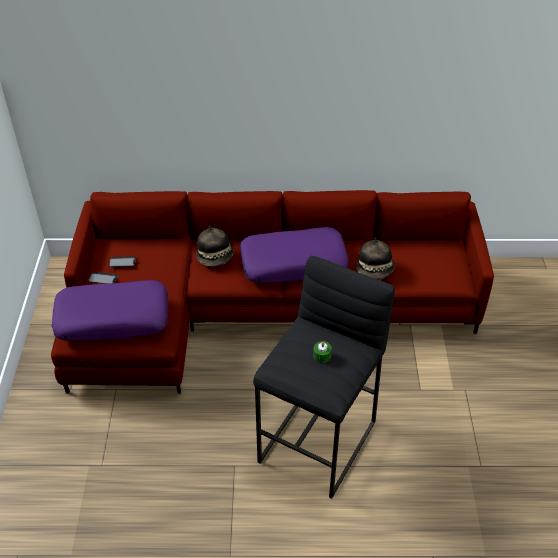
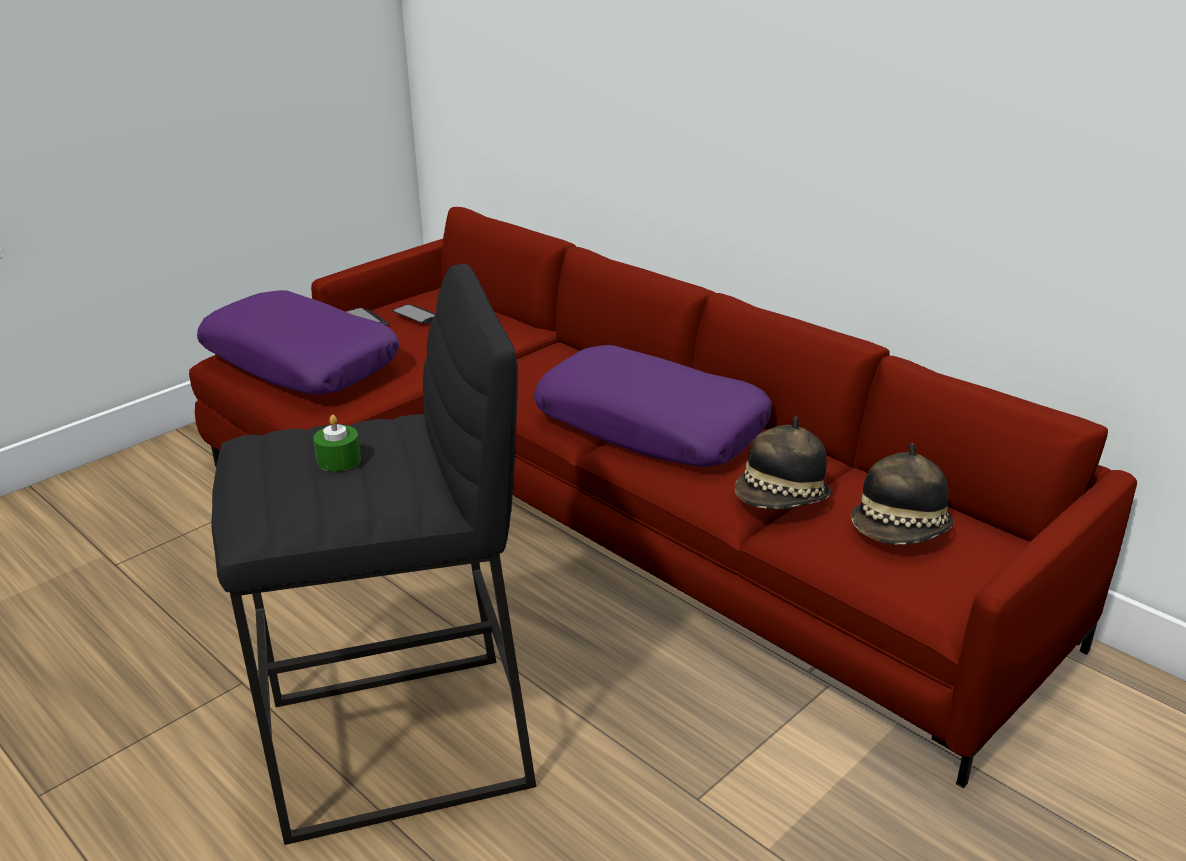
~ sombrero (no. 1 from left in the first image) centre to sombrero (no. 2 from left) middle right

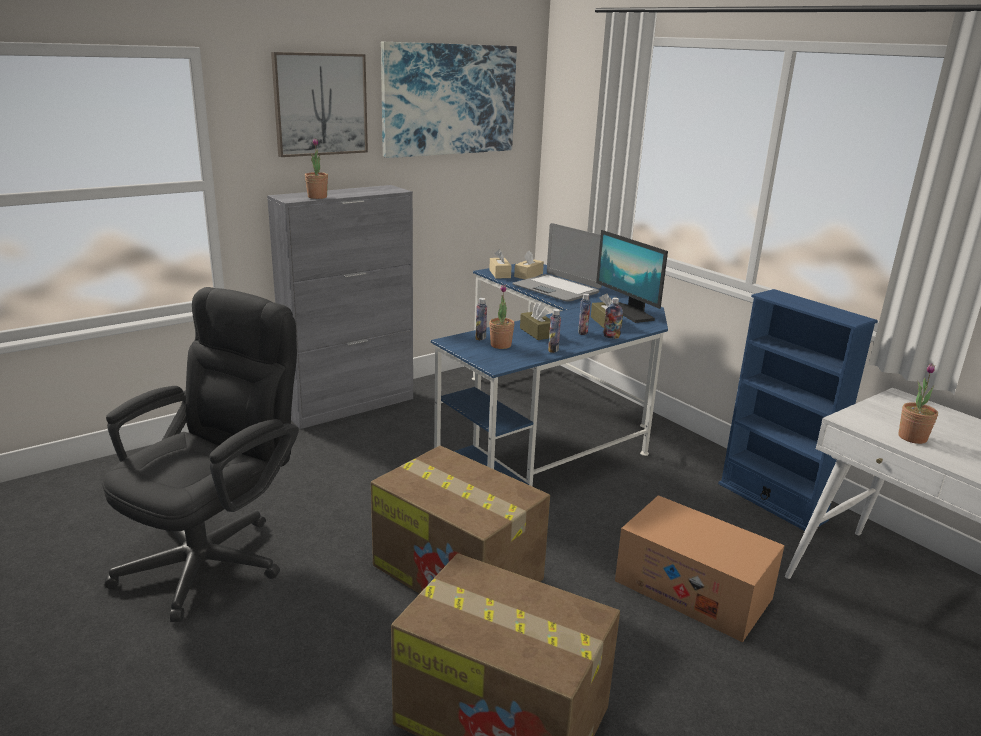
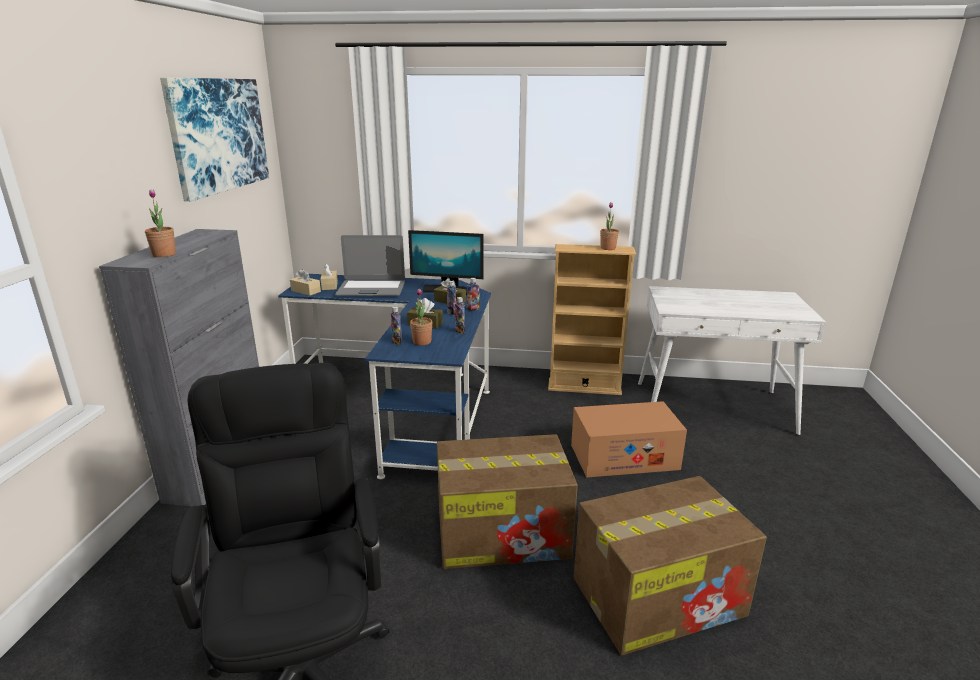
- cuadro (no. 1 from left) top left
~ estantería [azul] middle right to estantería [beis] centre
~ planta en maceta (no. 3 from left) middle right to top centre

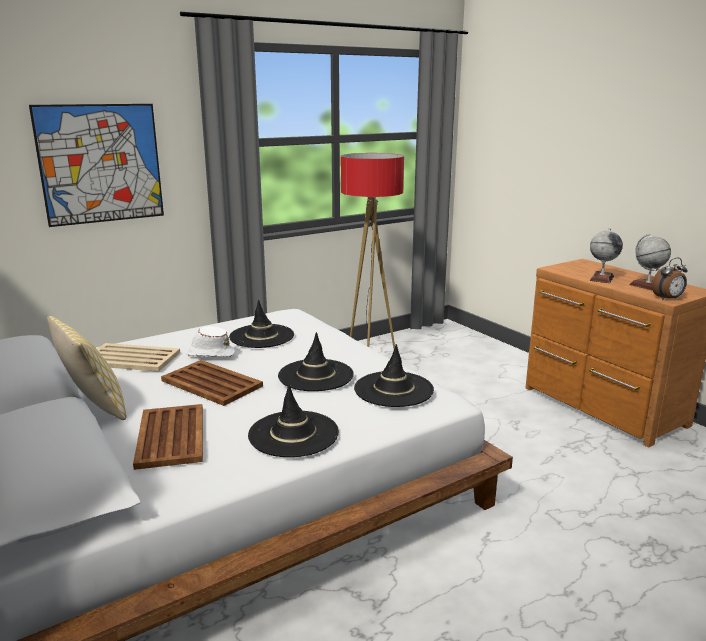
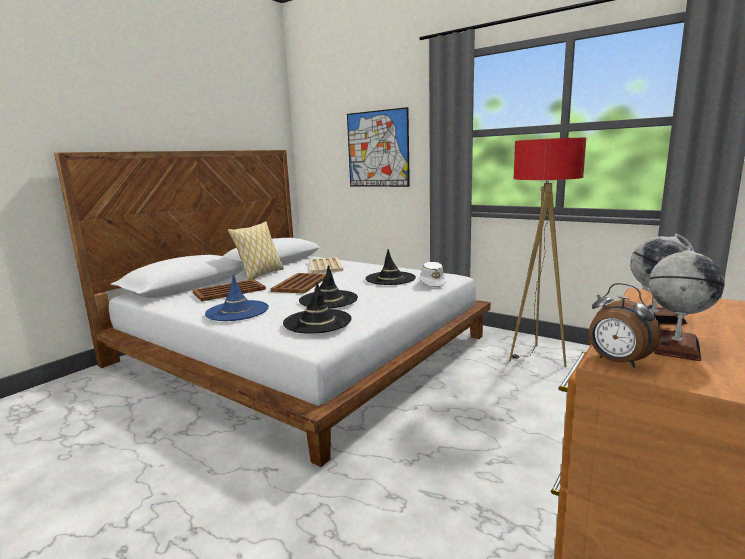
~ sombrero [blanco] middle left to centre
~ sombrero [negro] (no. 2 from left) centre to sombrero [azul] middle left

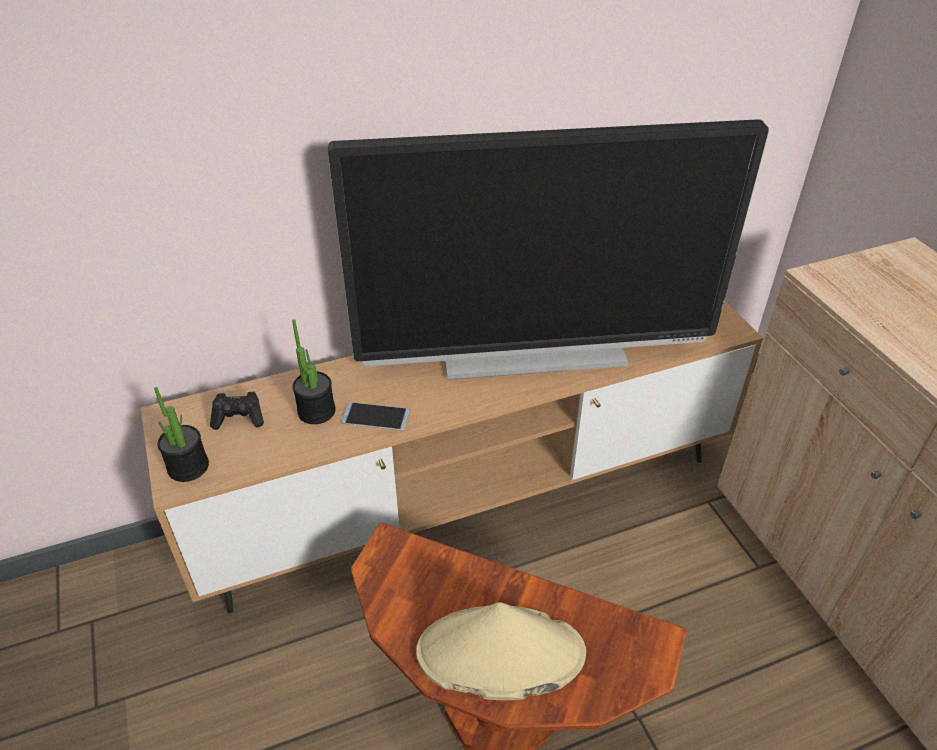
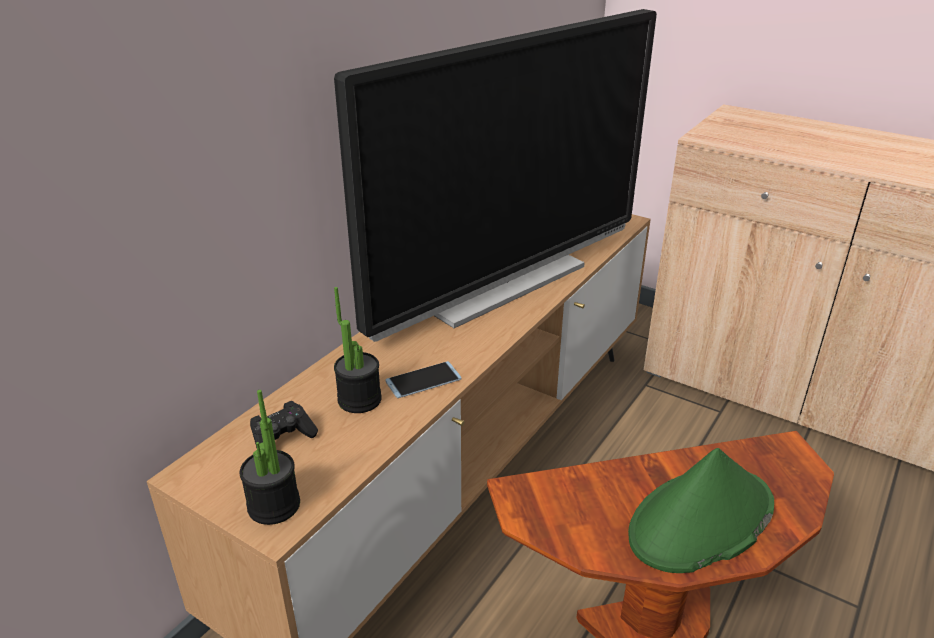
~ sombrero [beis] bottom centre to sombrero [verde] bottom right

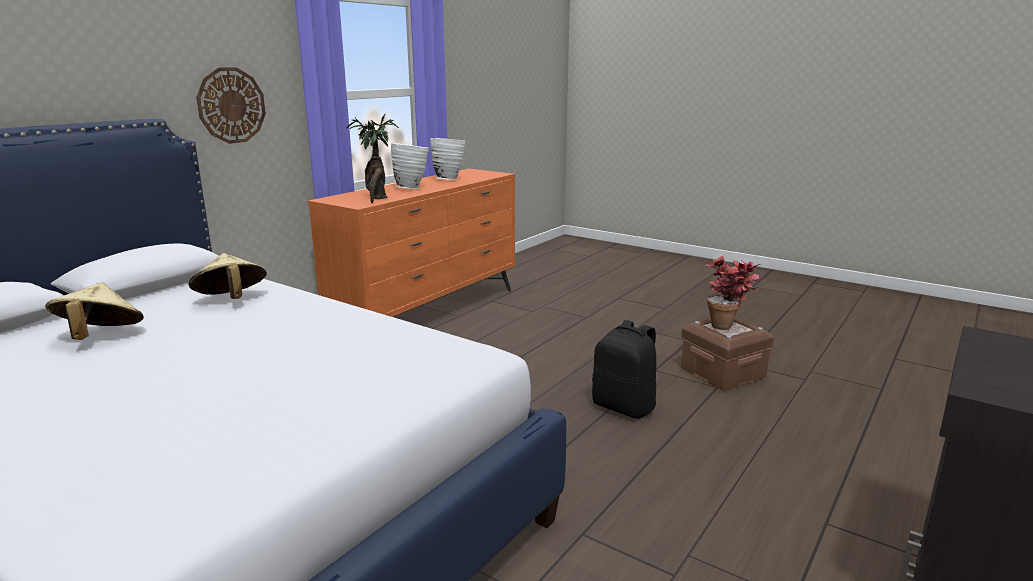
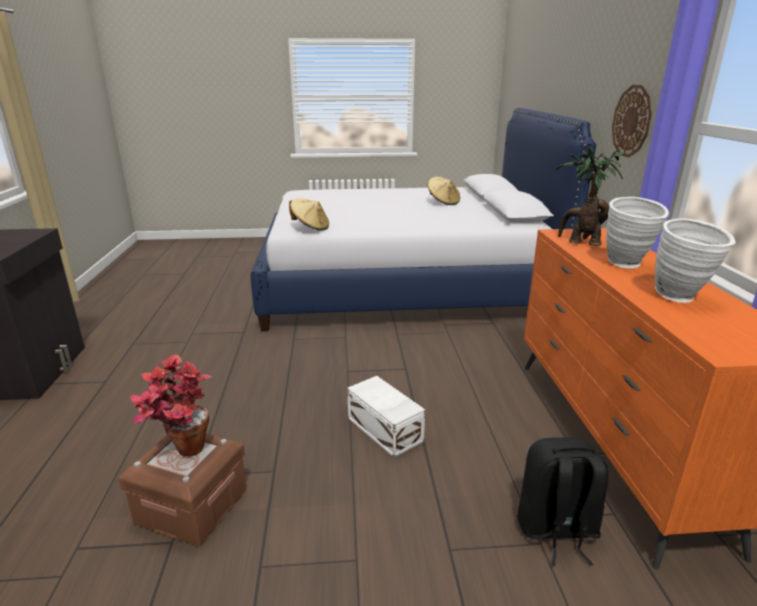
~ sombrero [beis] (no. 2 from left in the first image) middle left to sombrero [beis] (no. 1 from left) centre
~ mochila [negro] centre to bottom right
+ caja de almacenaje [blanco] bottom centre

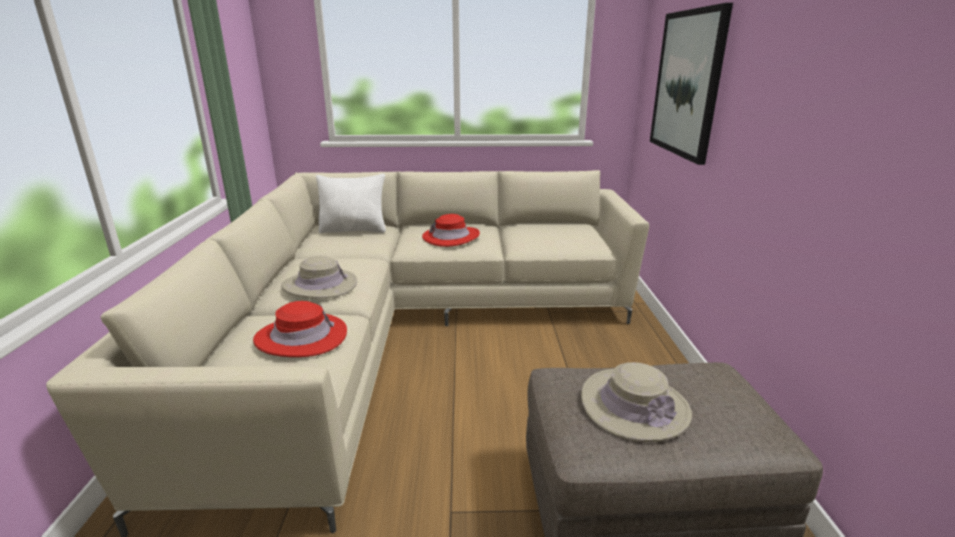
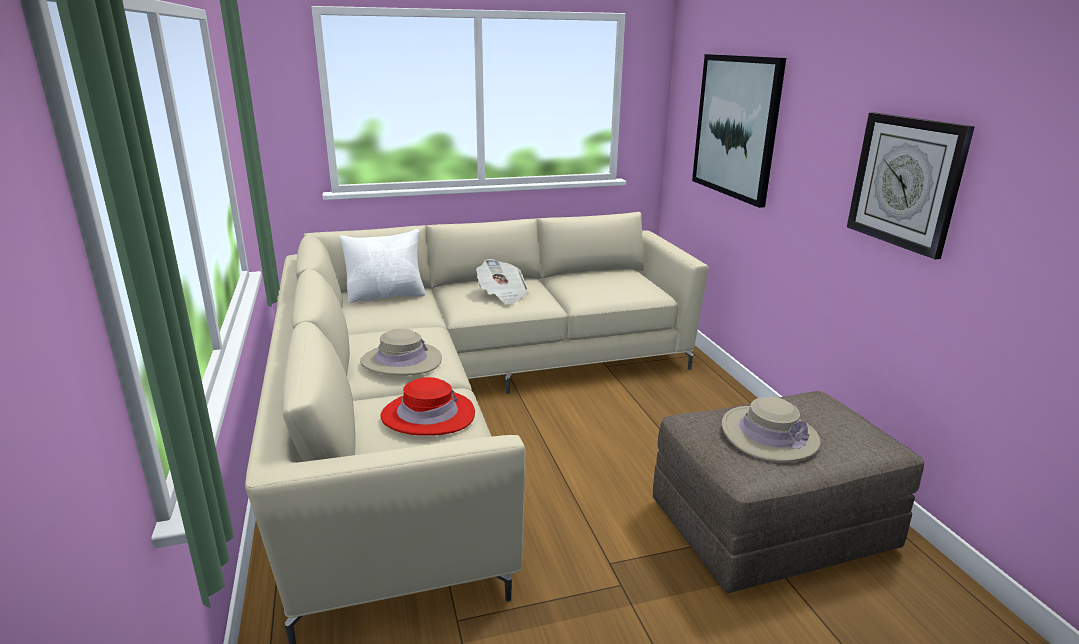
~ sombrero [rojo] (no. 2 from left) centre to periódico centre
+ reloj de pared top right

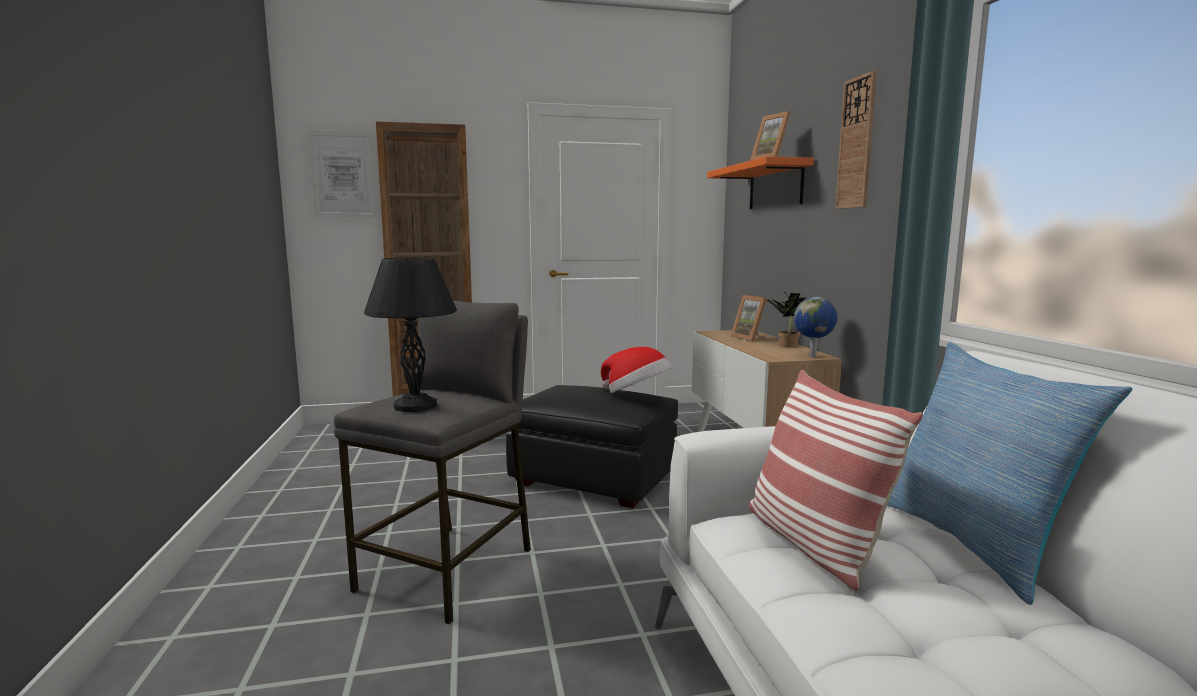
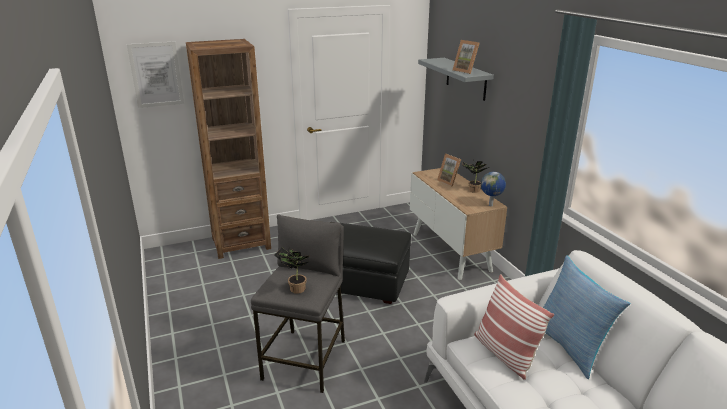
- reloj de pared top right
~ estante [naranja] top centre to estante [gris] top centre
~ lámpara de mesa [negro] centre to planta en maceta (no. 1 from left) centre
- sombrero centre

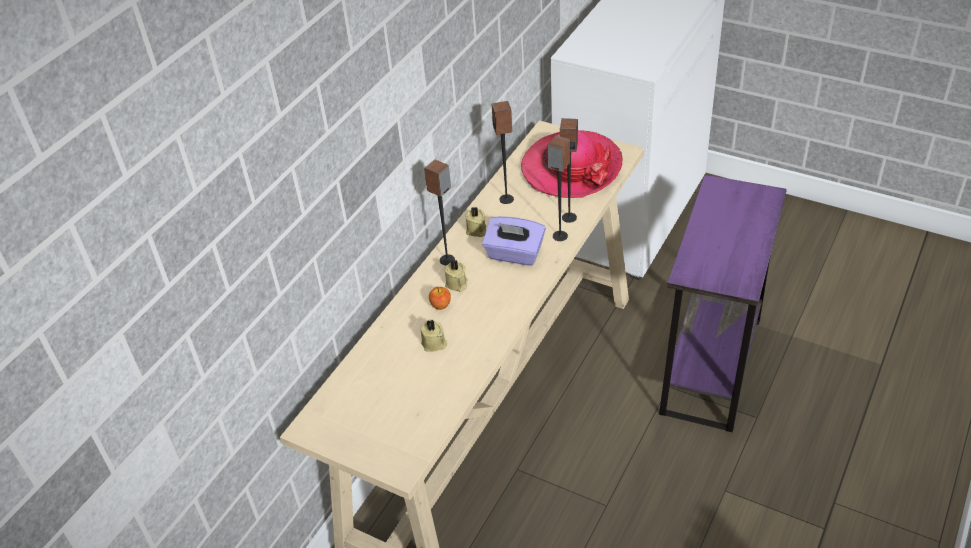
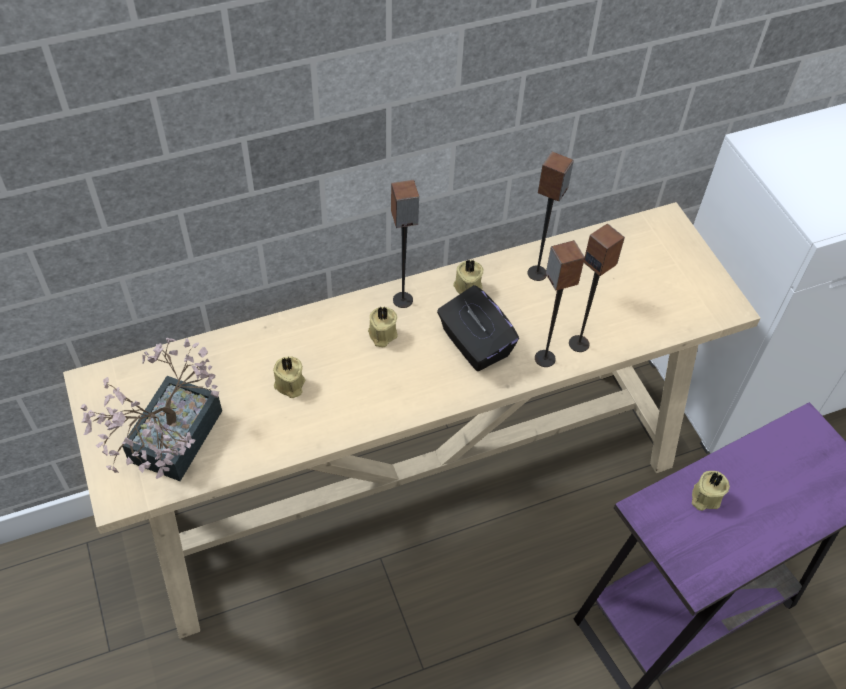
- sombrero top centre
~ caja de pañuelos [morado] centre to caja de pañuelos [negro] centre
- manzana centre
+ planta en maceta middle left
+ vela [beis] (no. 4 from left) bottom right

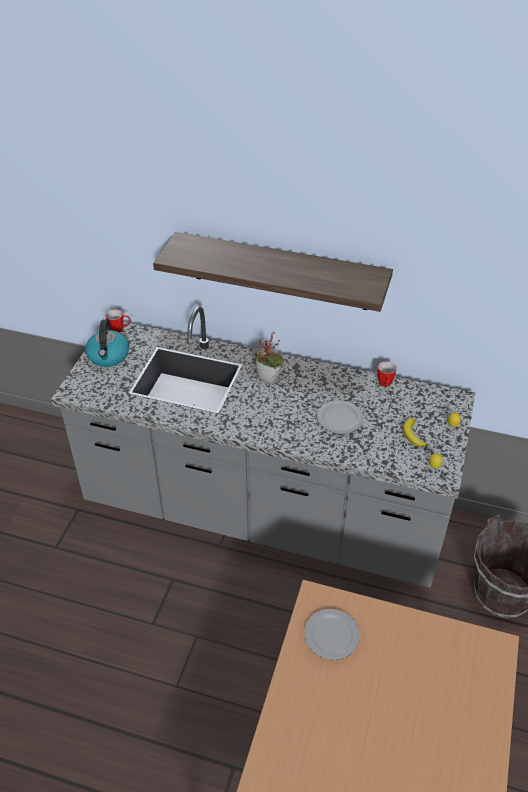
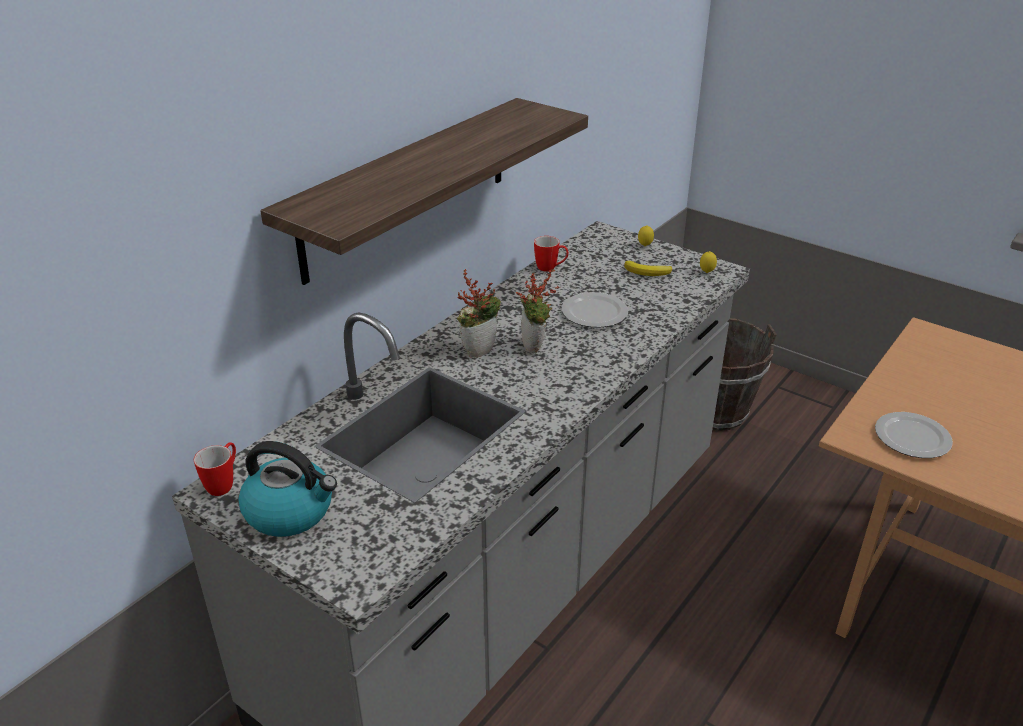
+ planta en maceta (no. 2 from left) centre

